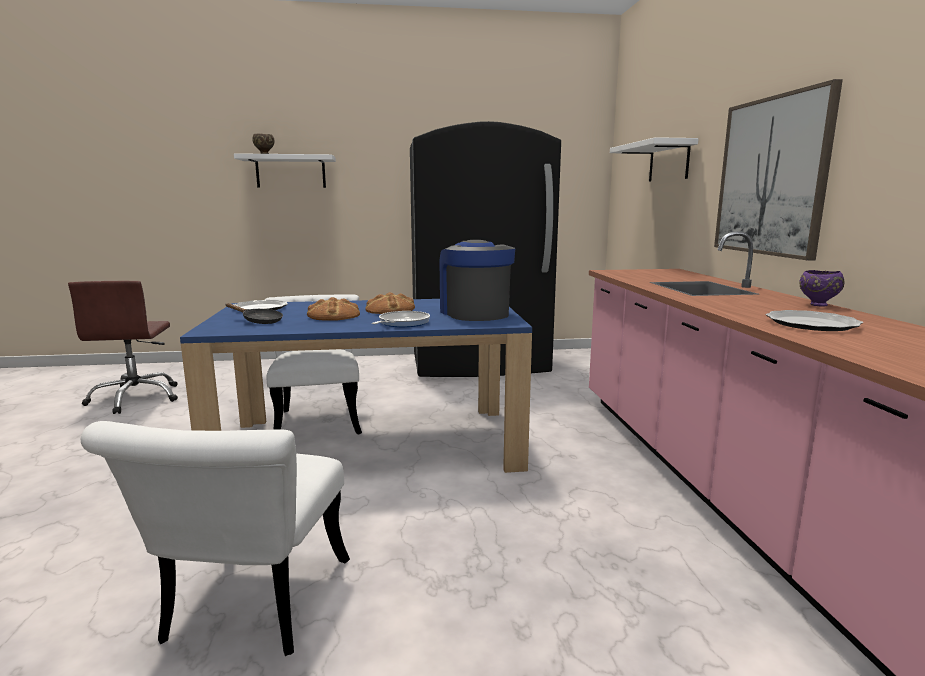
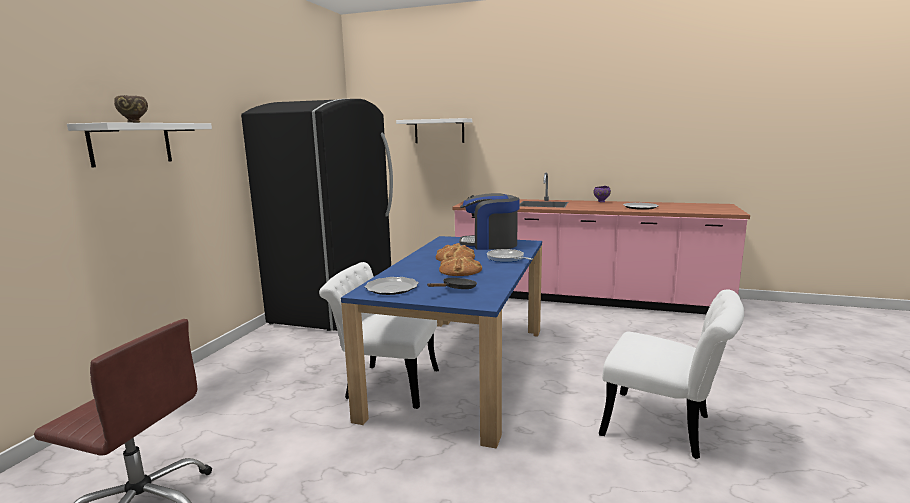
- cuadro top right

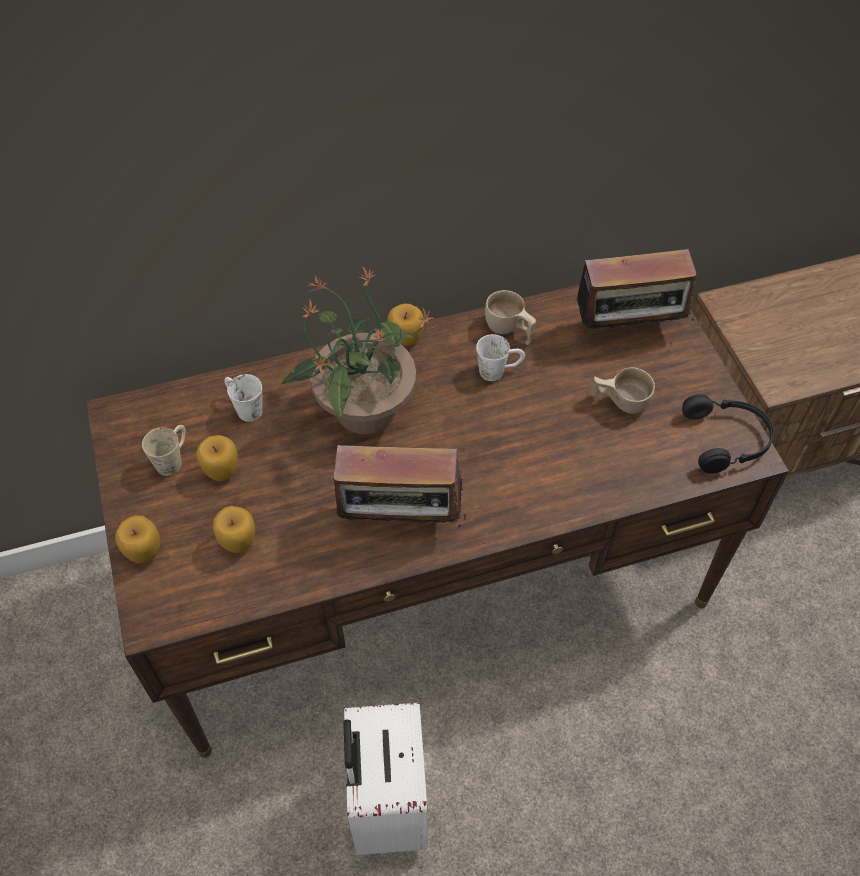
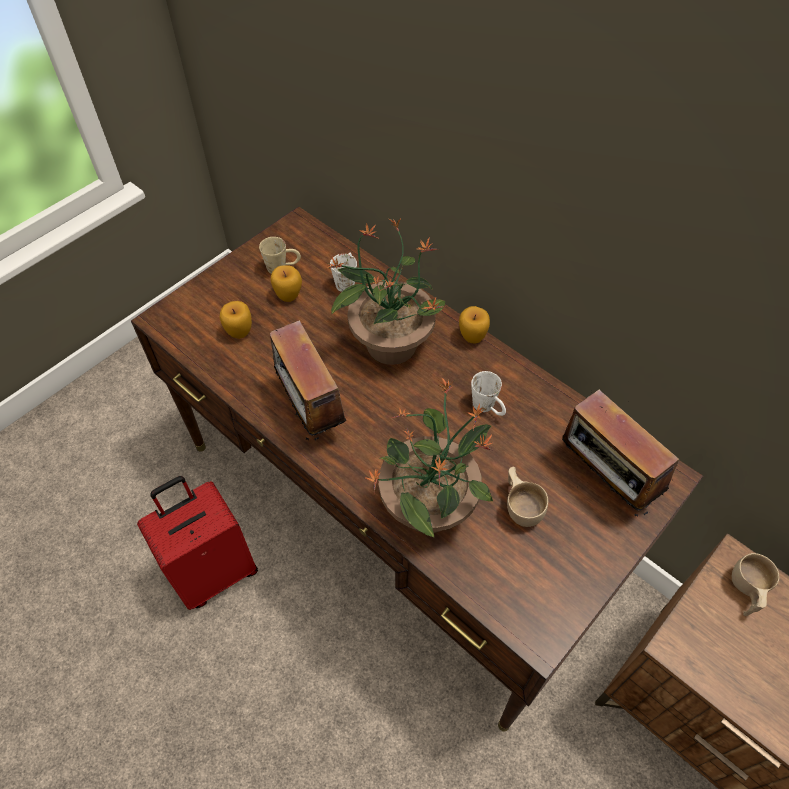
~ taza [beis] (no. 1 from left in the first image) centre to taza [beis] (no. 2 from left) bottom right
- auriculares [negro] middle right
- manzana (no. 1 from left) middle left
~ maleta [blanco] bottom centre to maleta [rojo] bottom left
+ planta en maceta (no. 2 from left) centre

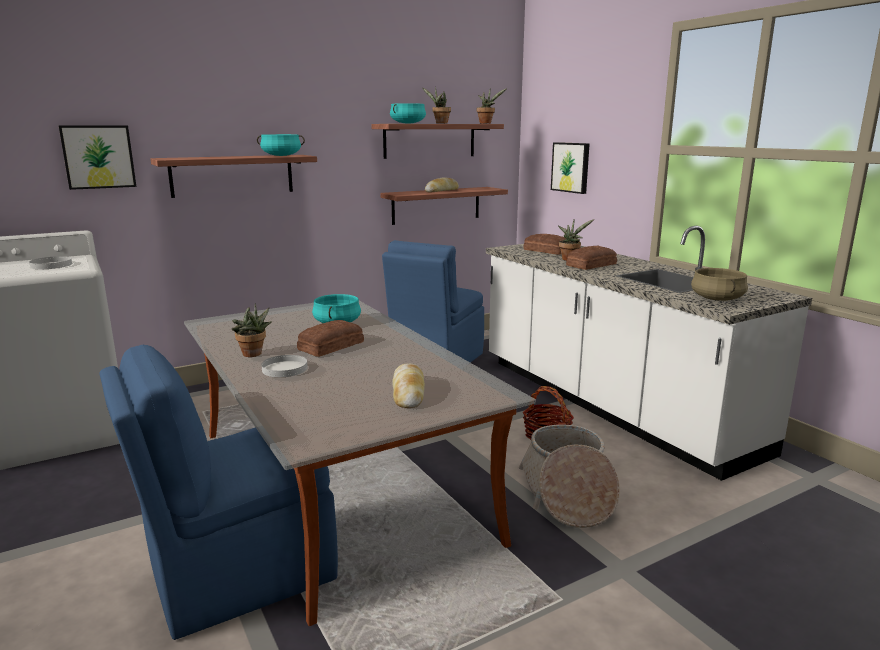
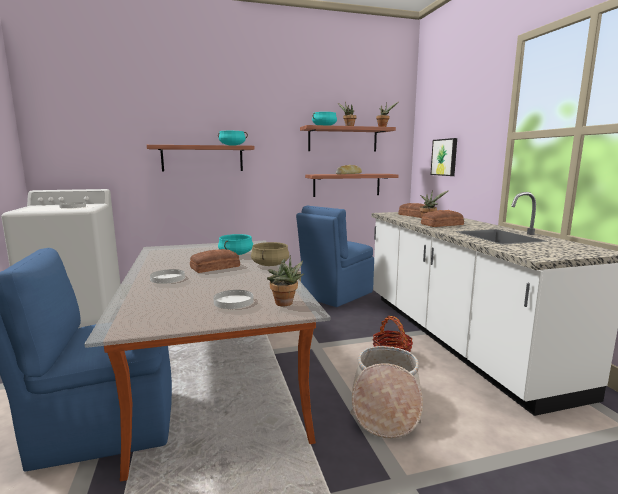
- cuadro (no. 1 from left) top left
~ olla [beis] middle right to centre
~ planta en maceta (no. 1 from left) middle left to centre
~ pan (no. 2 from left) centre to plato [blanco] (no. 3 from left) centre

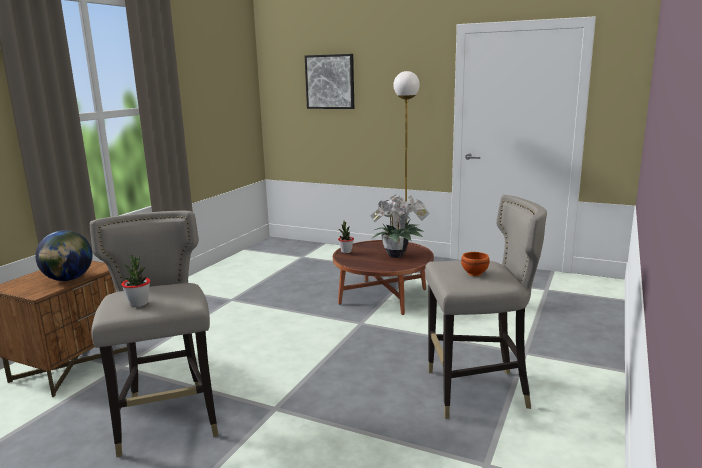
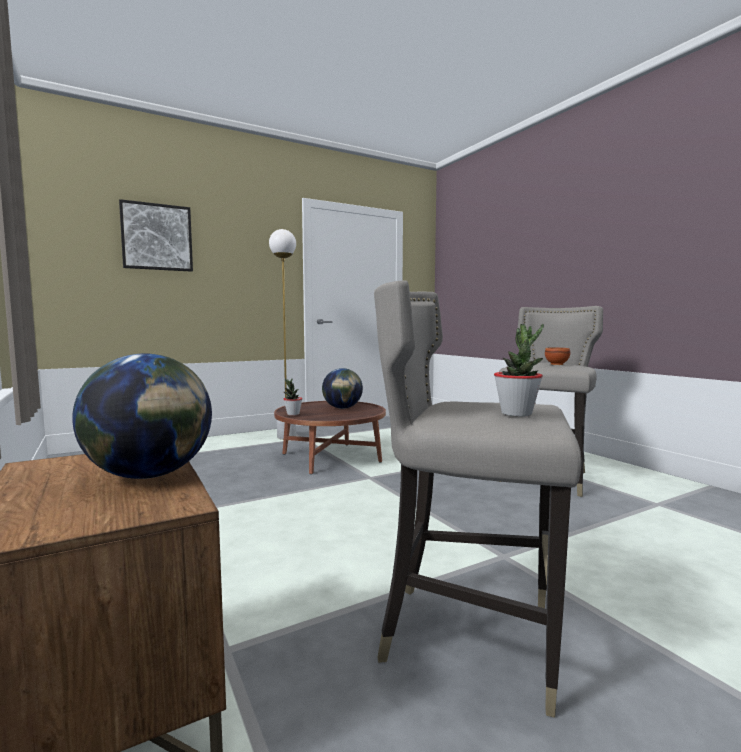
~ planta en maceta (no. 3 from left) centre to globo terráqueo (no. 2 from left) centre

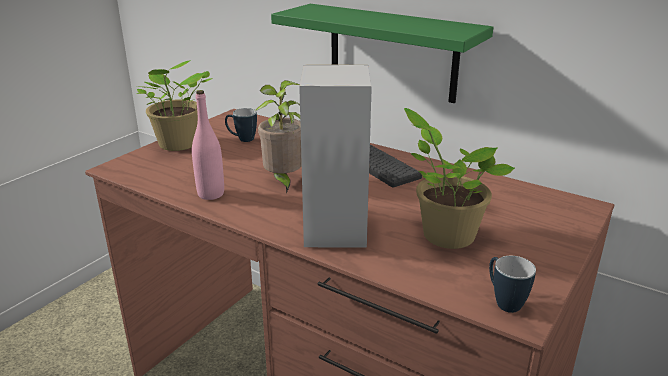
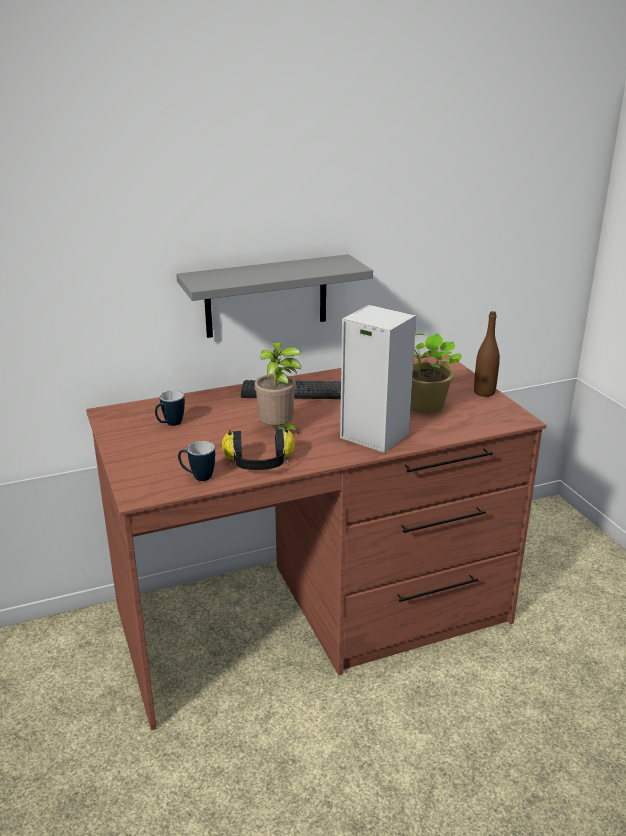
~ estante [verde] top centre to estante [gris] centre
- planta en maceta (no. 1 from left) top left
~ botella [rosa] middle left to auriculares centre
~ taza grande (no. 2 from left) bottom right to middle left
+ botella [marrón] middle right

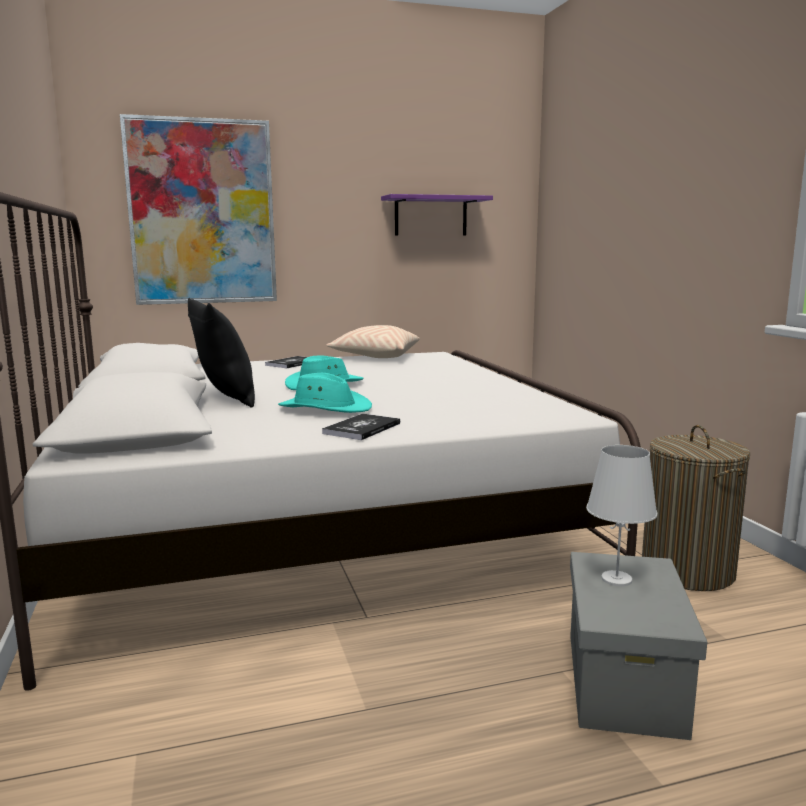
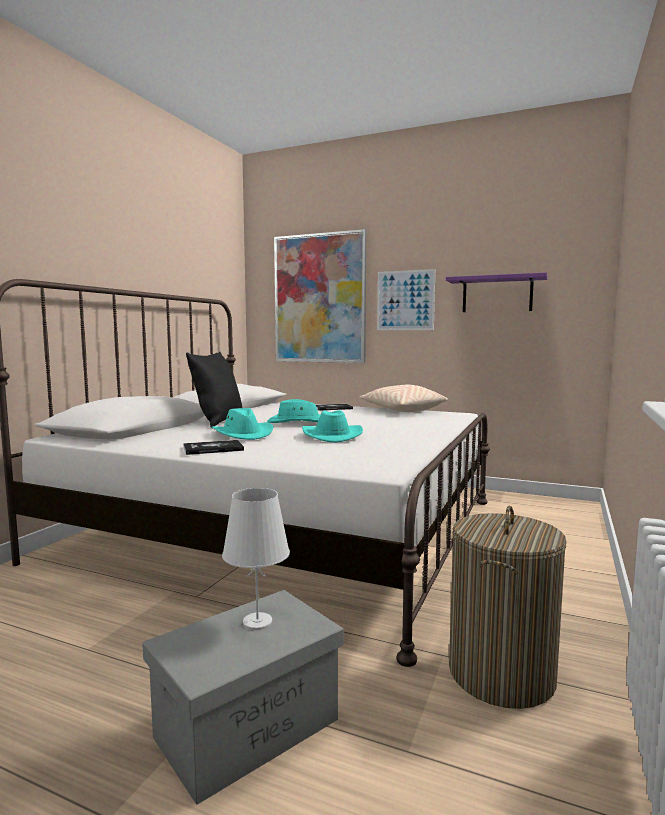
+ cuadro (no. 2 from left) centre
+ sombrero [turquesa] (no. 3 from left) centre

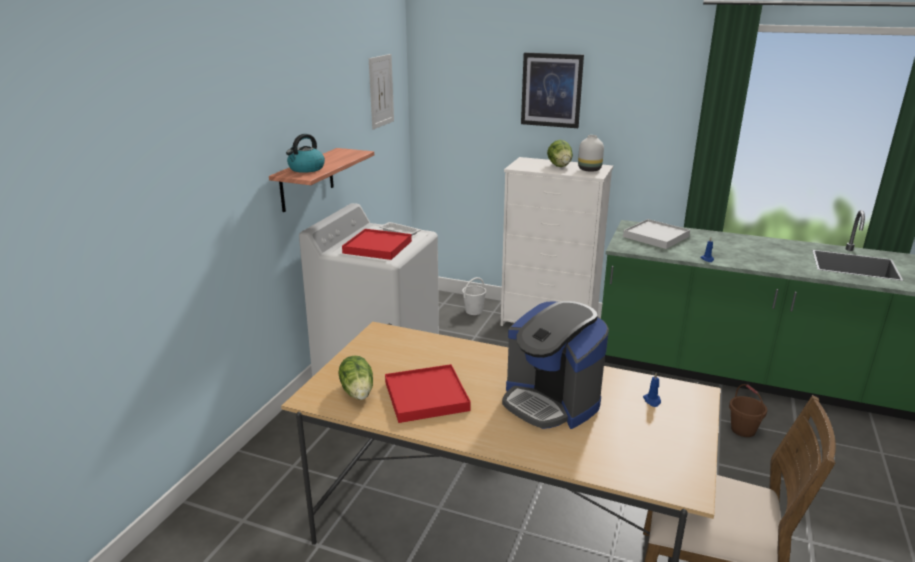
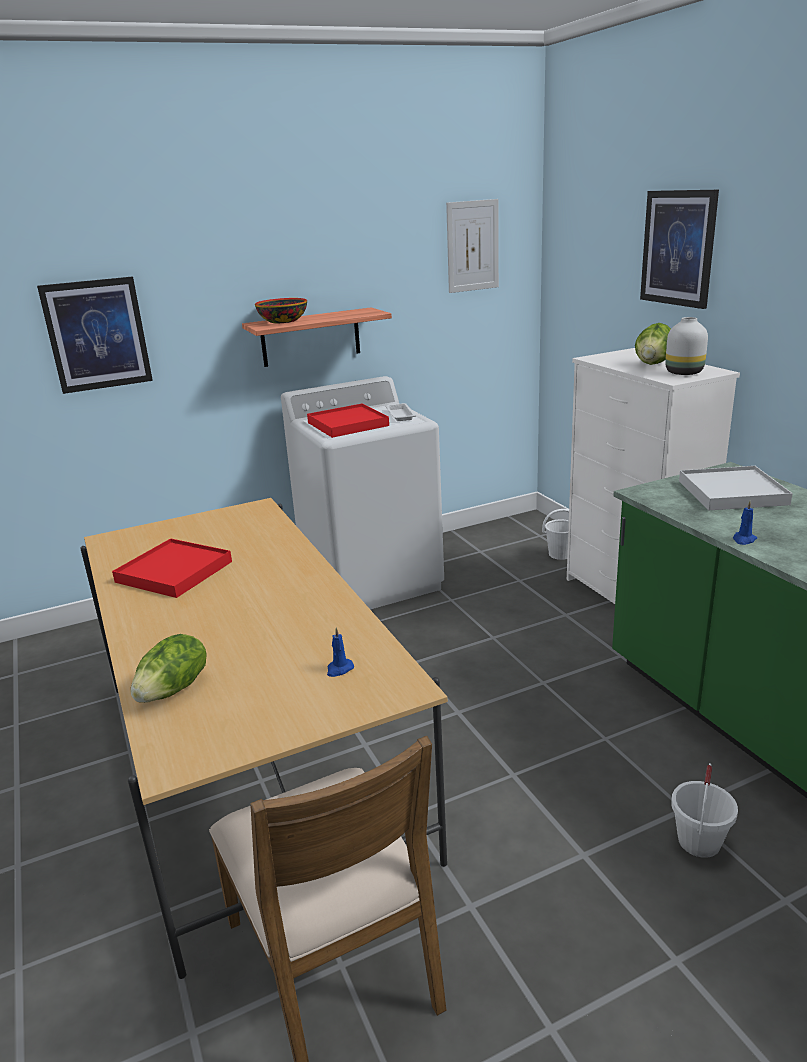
~ hervidor top centre to cuenco top centre
- cafetera centre
~ lechuga (no. 1 from left) bottom centre to middle left
~ cubo [marrón] bottom right to cubo [blanco] (no. 2 from left) bottom right
+ cuadro (no. 1 from left) top left

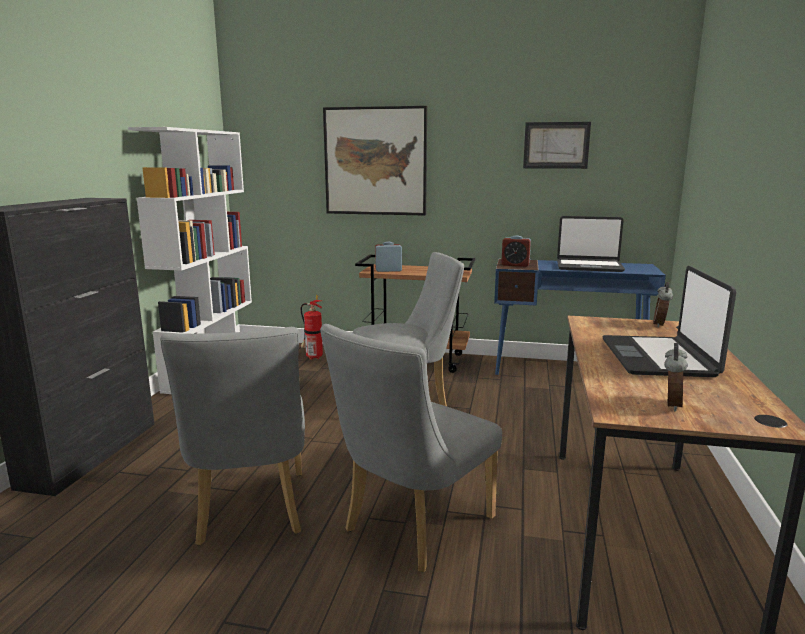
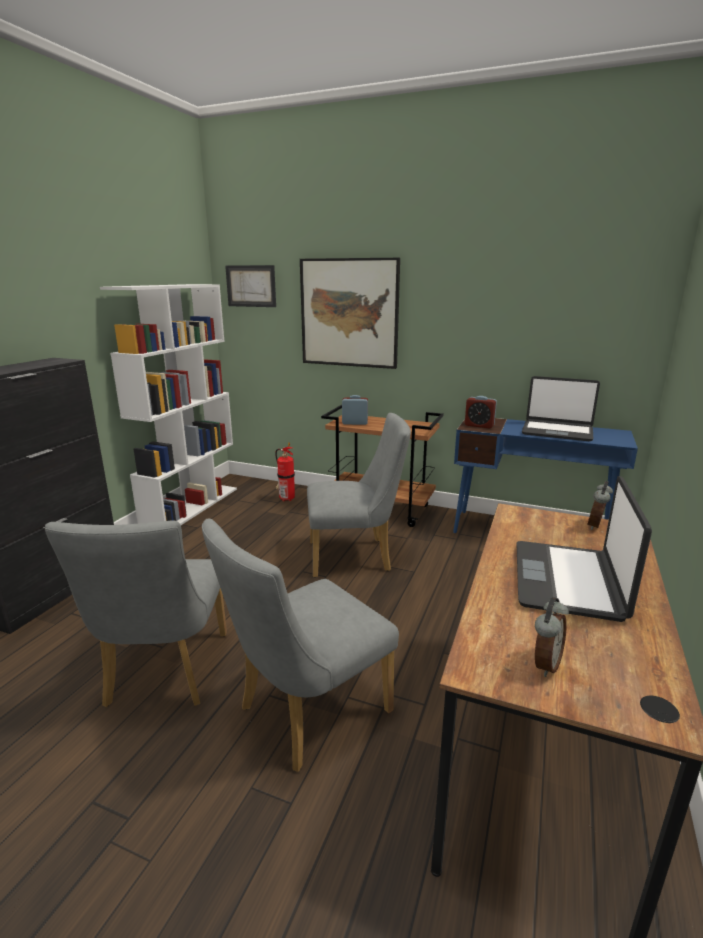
~ cuadro (no. 2 from left in the first image) top right to cuadro (no. 1 from left) top centre

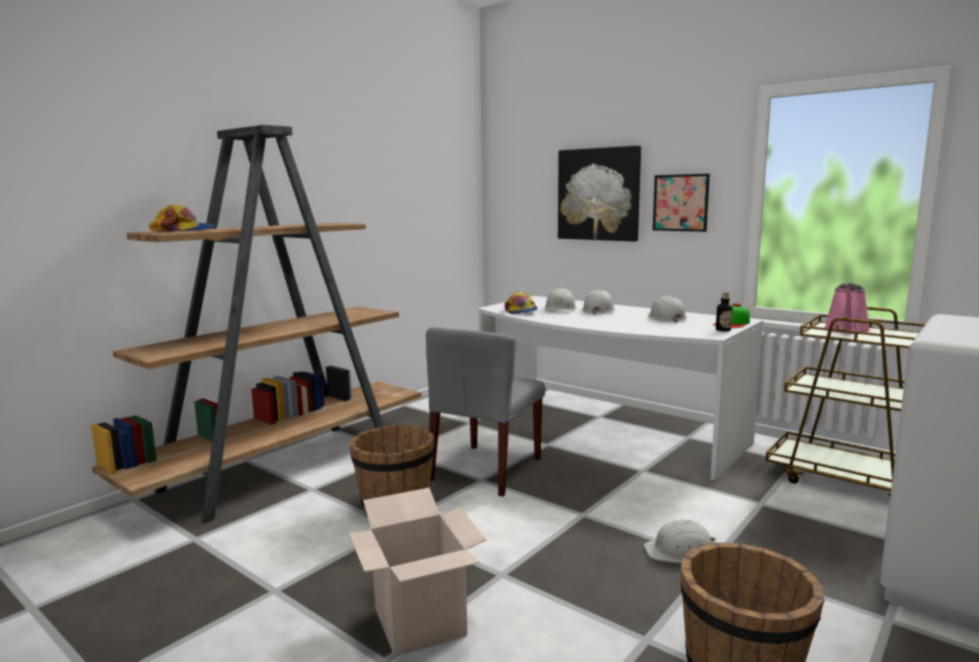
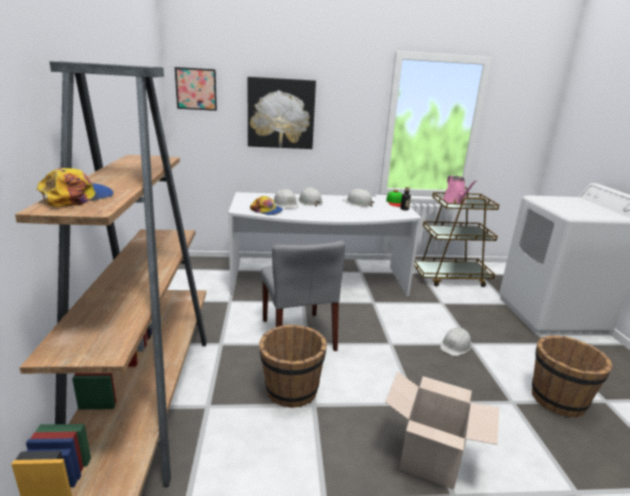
~ cuadro (no. 2 from left in the first image) top right to cuadro (no. 1 from left) top left

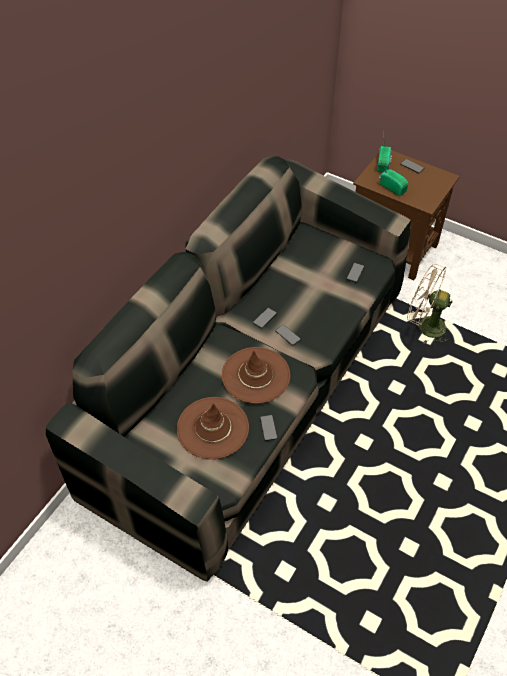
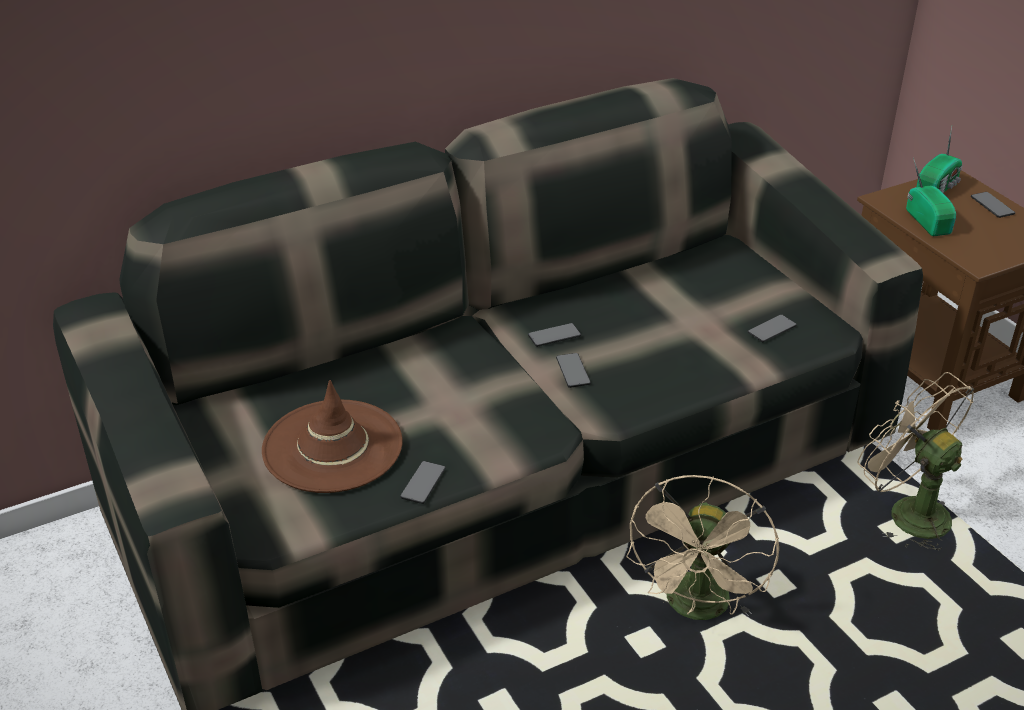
- sombrero [marrón] (no. 2 from left) centre
+ ventilador [beis] (no. 1 from left) bottom right

